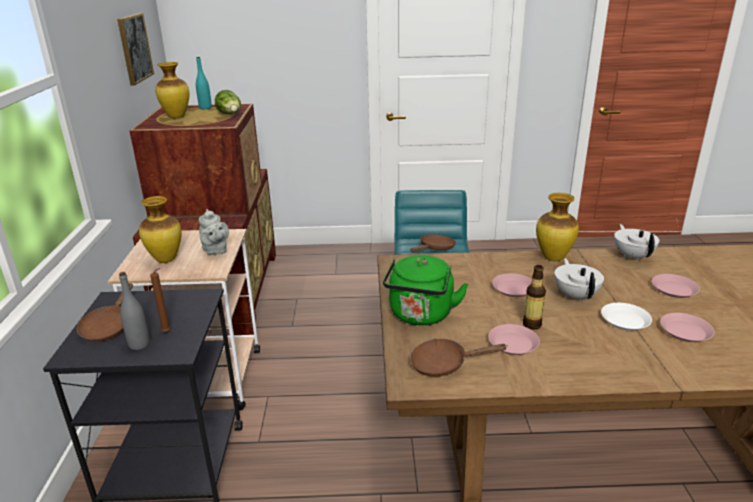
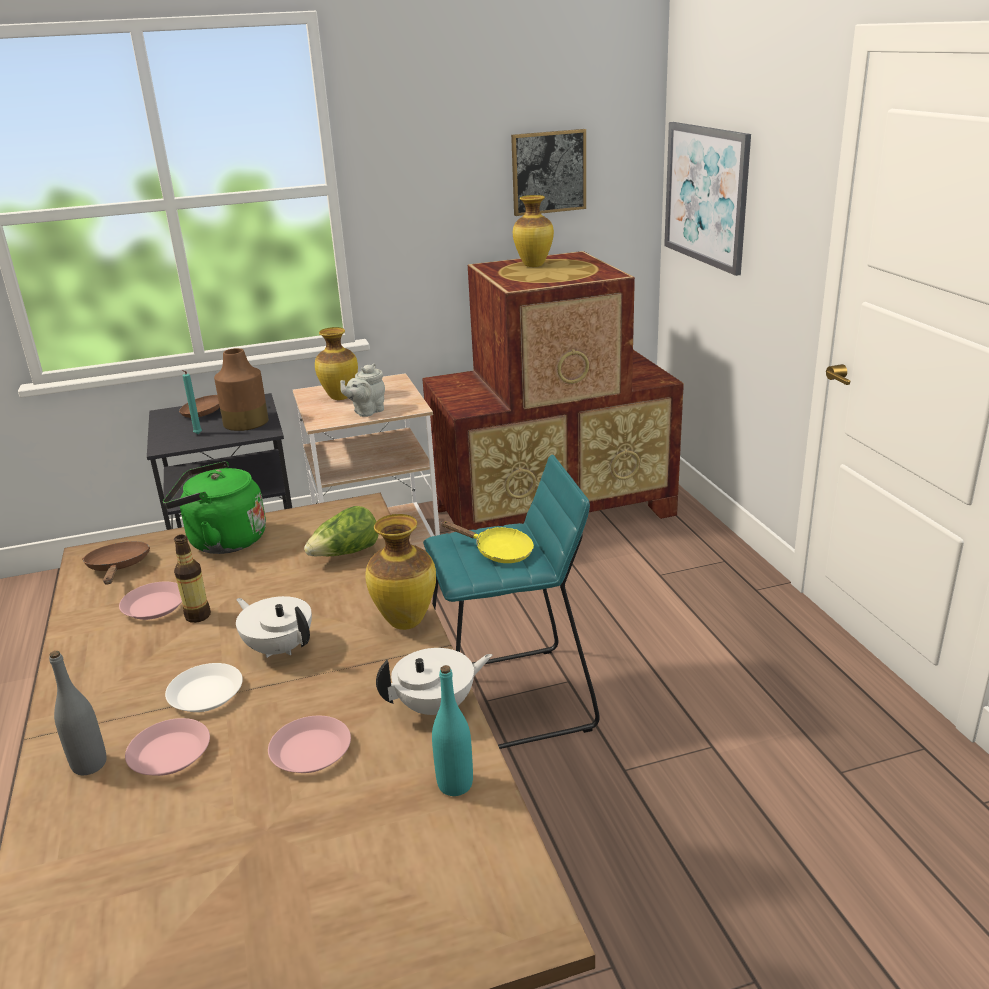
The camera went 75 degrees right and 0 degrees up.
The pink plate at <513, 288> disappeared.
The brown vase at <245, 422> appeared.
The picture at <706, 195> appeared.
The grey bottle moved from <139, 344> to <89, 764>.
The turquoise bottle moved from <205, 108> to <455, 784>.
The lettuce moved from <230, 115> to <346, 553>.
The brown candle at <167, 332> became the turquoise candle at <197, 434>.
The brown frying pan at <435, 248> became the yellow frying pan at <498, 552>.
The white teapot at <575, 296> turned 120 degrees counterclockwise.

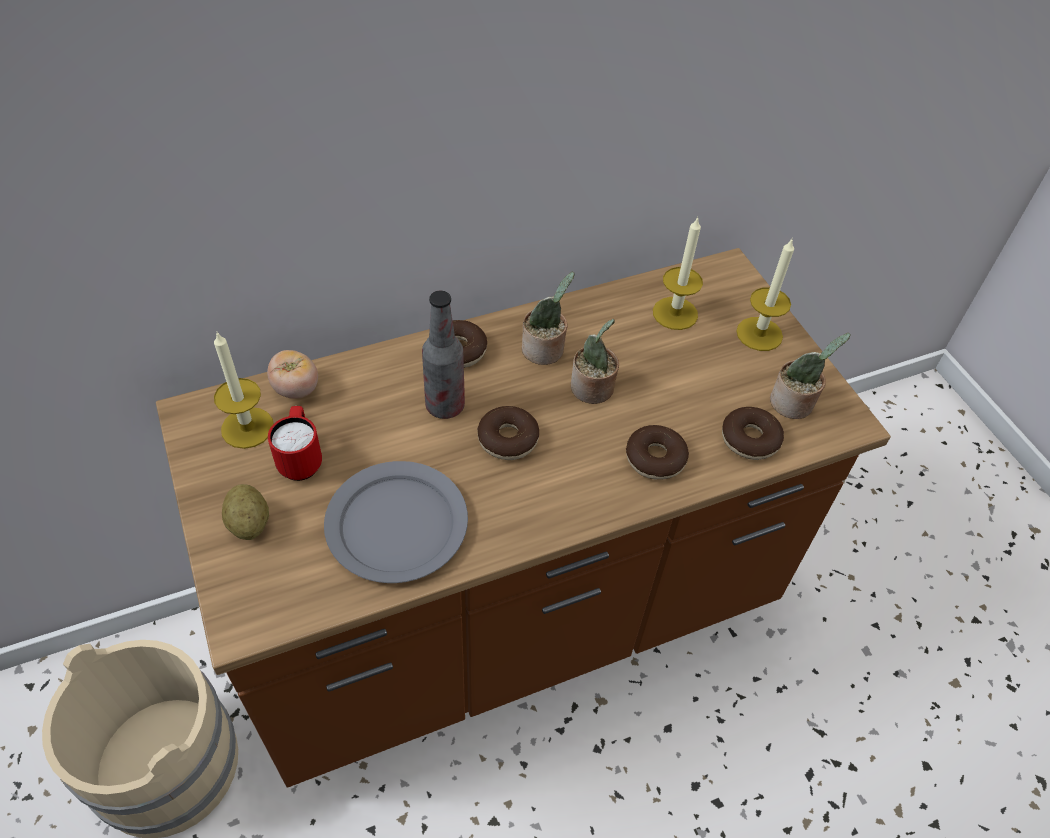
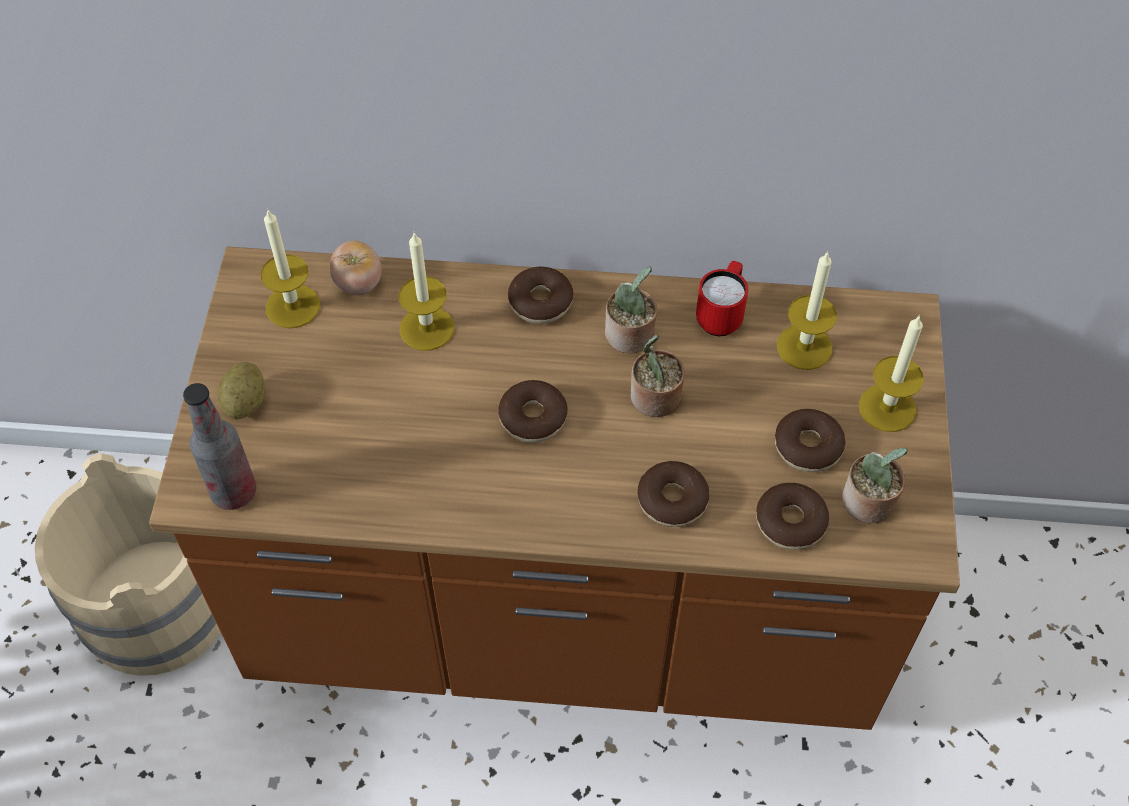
The camera went 30 degrees right and 5 degrees up.
The grey plate at <397, 523> disappeared.
The candle at <427, 328> appeared.
The donut at <807, 446> appeared.
The red mug moved from <301, 459> to <721, 315>.
The bottle moved from <445, 406> to <234, 492>.

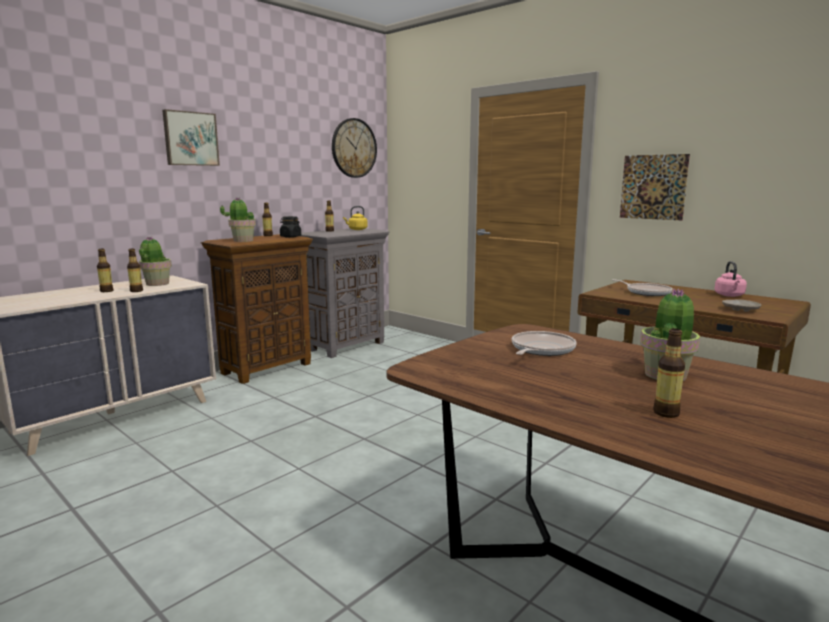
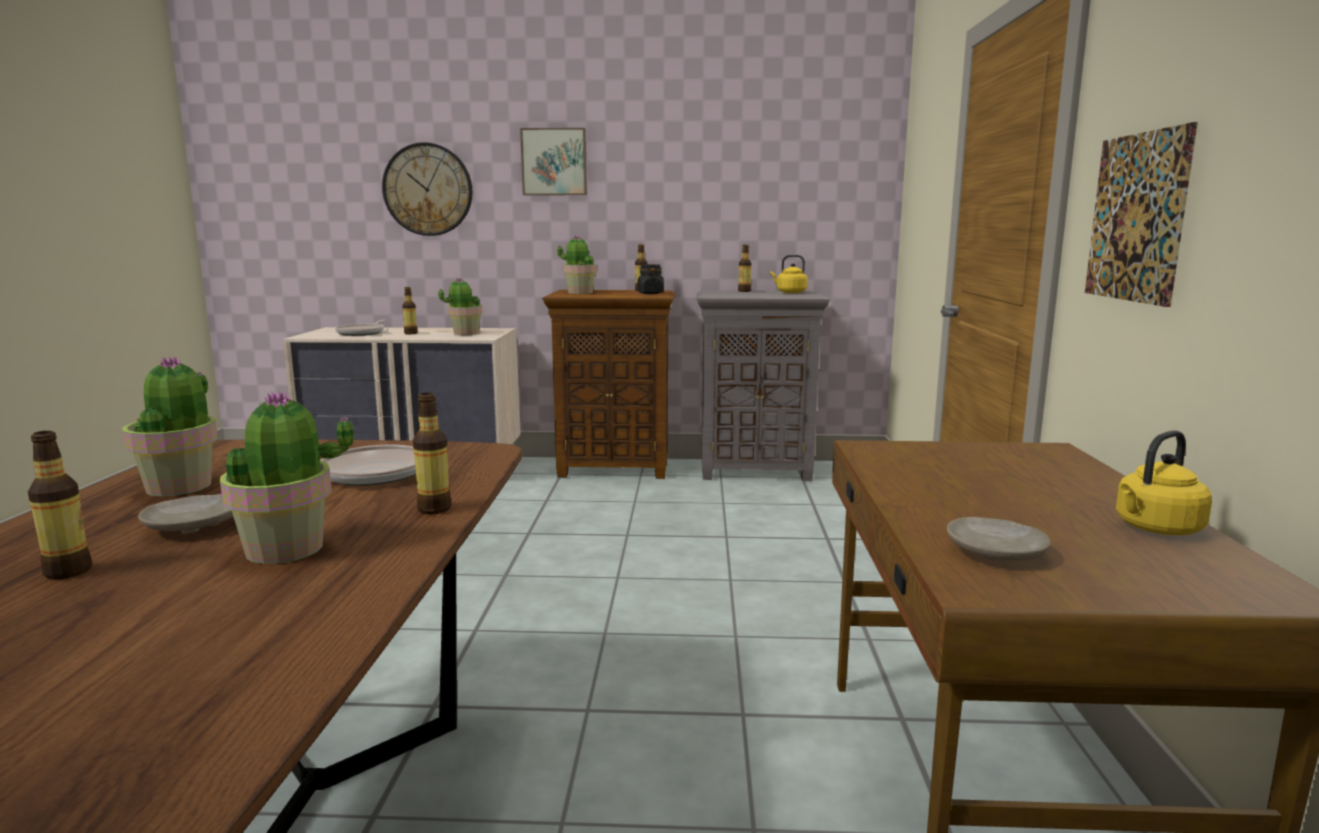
The camera went 50 degrees right and 0 degrees up.
The potted plant at <180, 486> appeared.
The beige plate at <194, 526> appeared.
The bottle moved from <136, 291> to <434, 509>.
The wall clock moved from <354, 148> to <428, 189>.
The frying pan moved from <646, 292> to <362, 333>.
The pink kettle at <729, 295> became the yellow kettle at <1155, 529>.

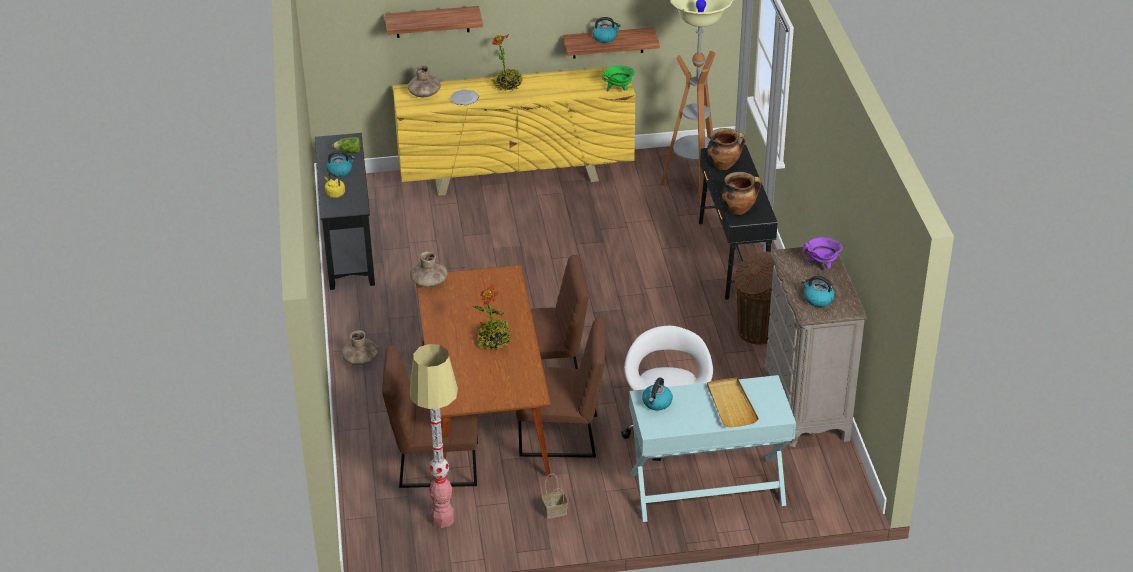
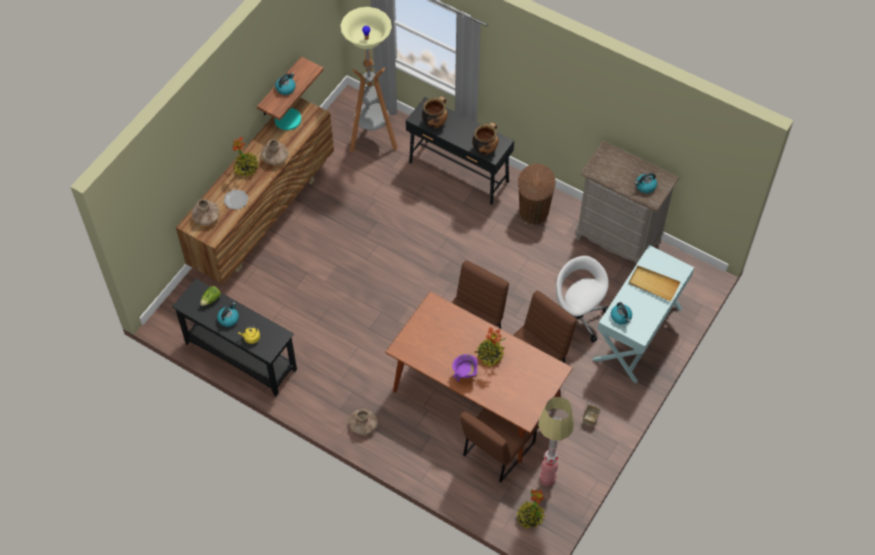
The camera went 50 degrees left and 20 degrees up.
The shelf at <432, 22> disappeared.
The green cooking pot at <619, 89> disappeared.
The turquoise plate at <288, 119> appeared.
The potted plant at <529, 517> appeared.
The brown vase moved from <429, 282> to <275, 158>.
The purple cooking pot moved from <822, 266> to <465, 374>.
The yellow cabinet at <516, 176> became the brown cabinet at <263, 217>.

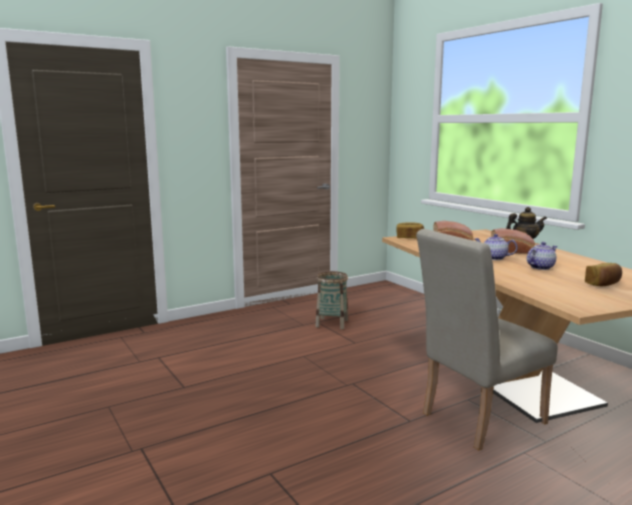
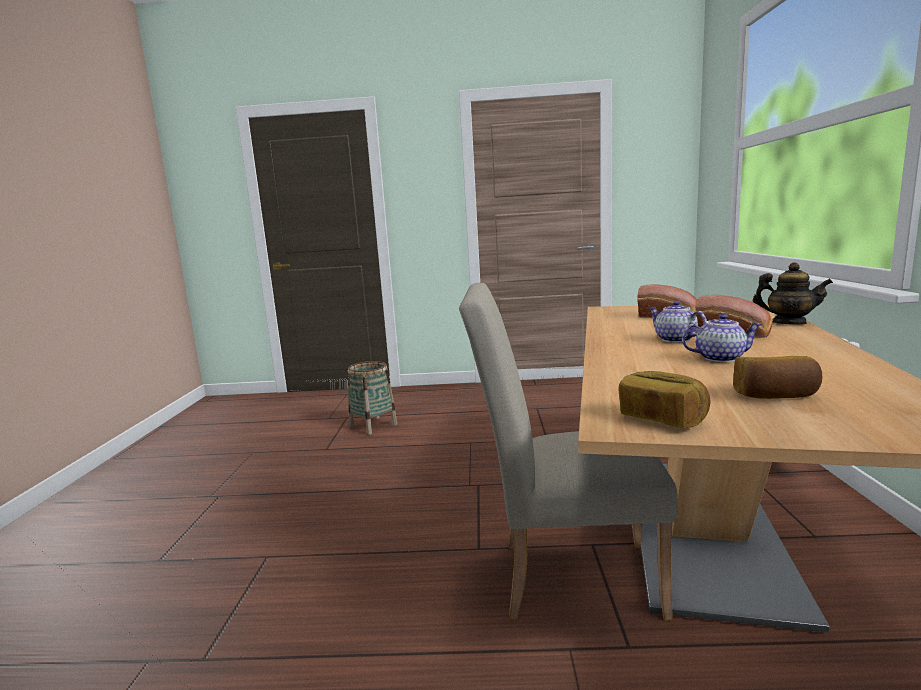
The camera went 35 degrees right and 0 degrees up.
The basket moved from <331, 323> to <373, 425>.
The bread moved from <409, 238> to <662, 418>.

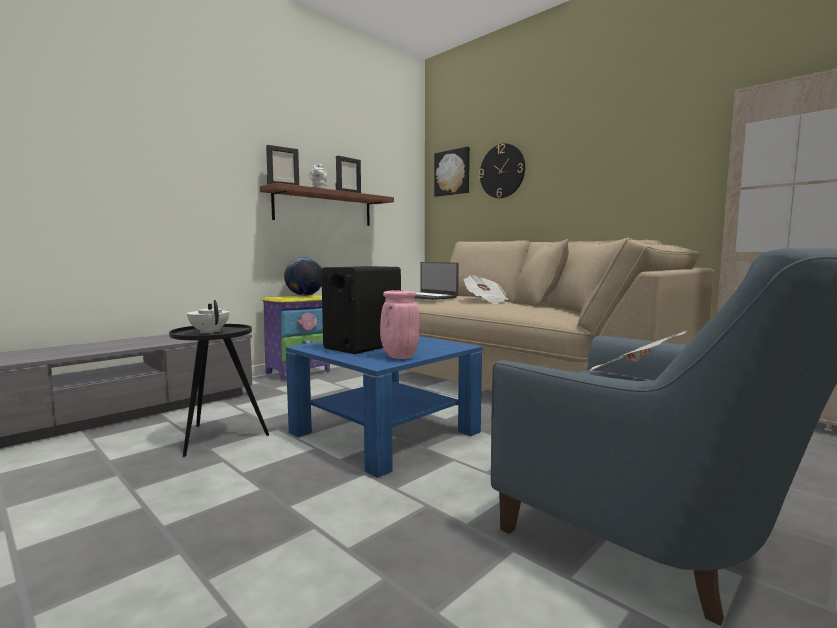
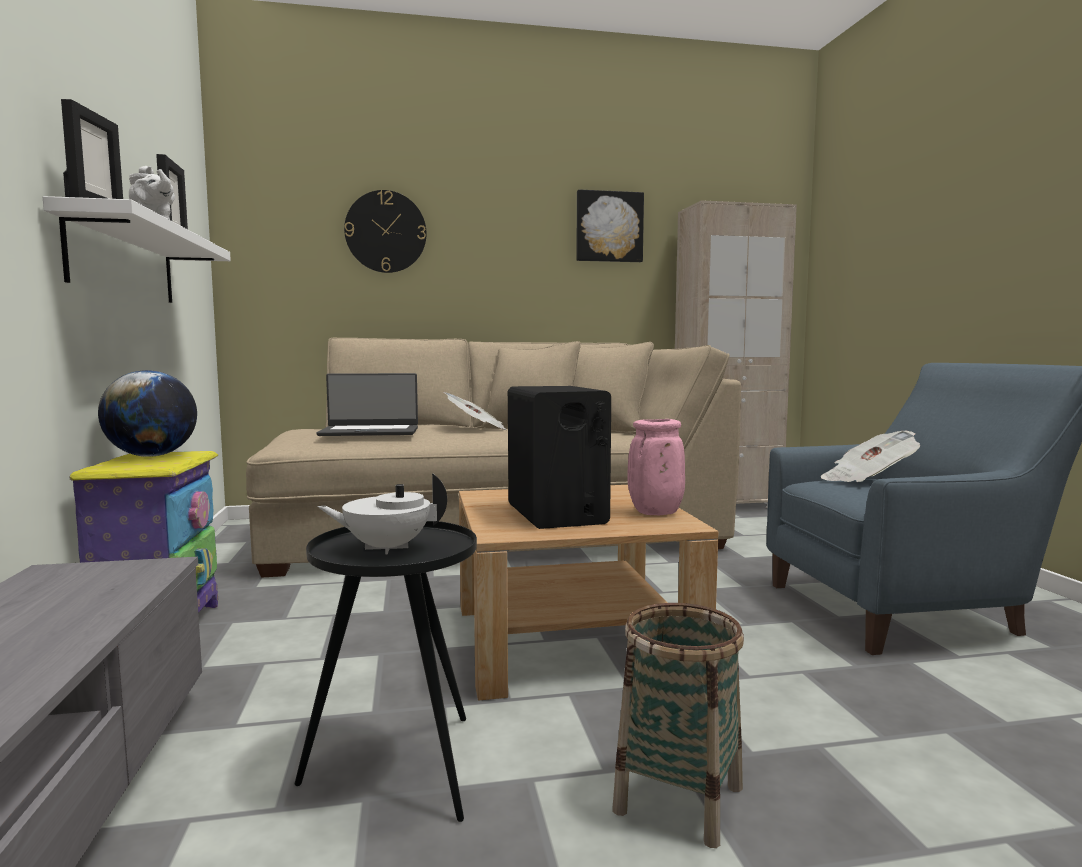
The camera went 55 degrees left and 0 degrees up.
The basket at <678, 799> appeared.
The picture moved from <452, 172> to <609, 227>.
The brown shelf at <324, 208> became the white shelf at <124, 261>.
The blue coffee table at <384, 432> became the brown coffee table at <571, 639>.

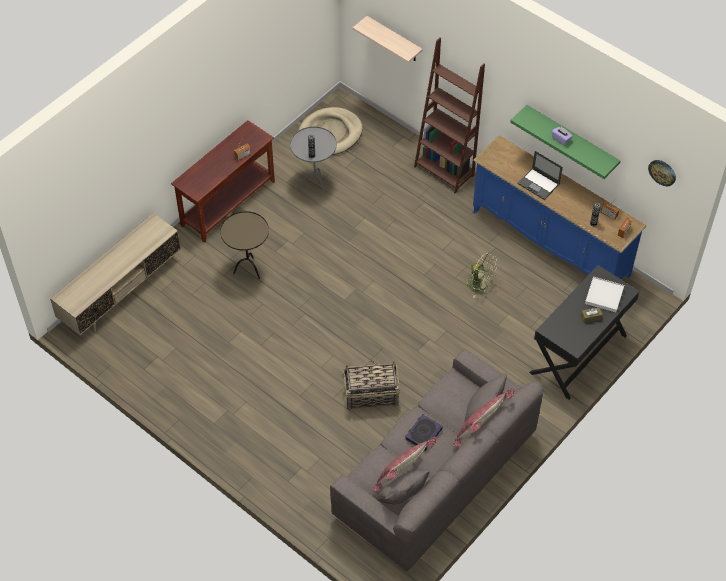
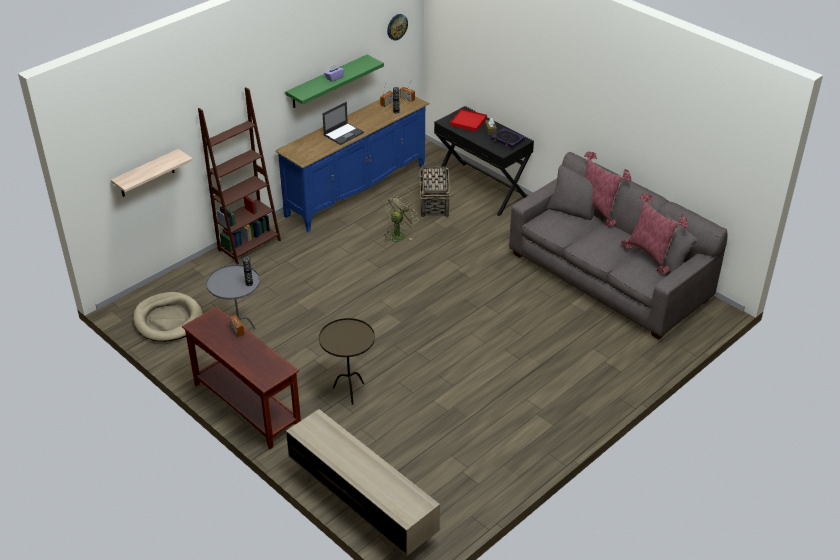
The camera went 85 degrees left and 15 degrees down.
The basket moved from <370, 395> to <434, 204>.
The book moved from <423, 434> to <507, 141>.
The white tray at <604, 295> became the red tray at <468, 122>.

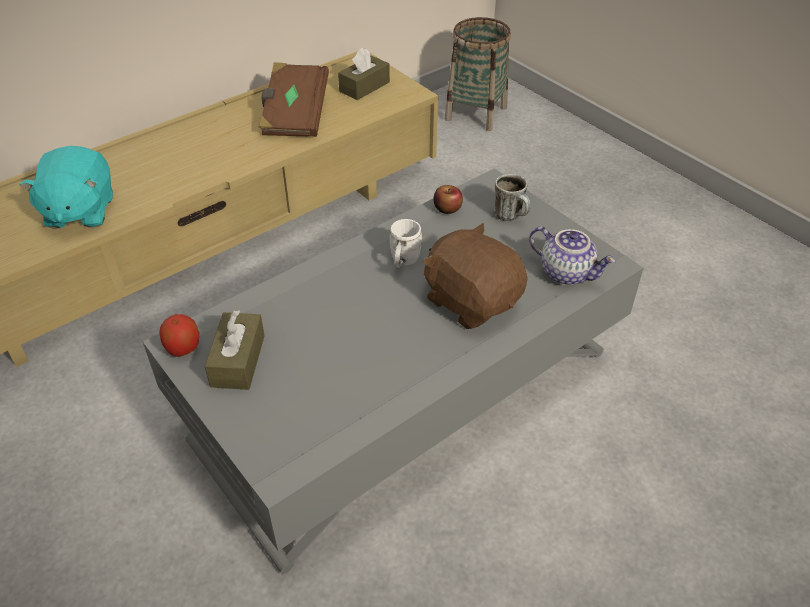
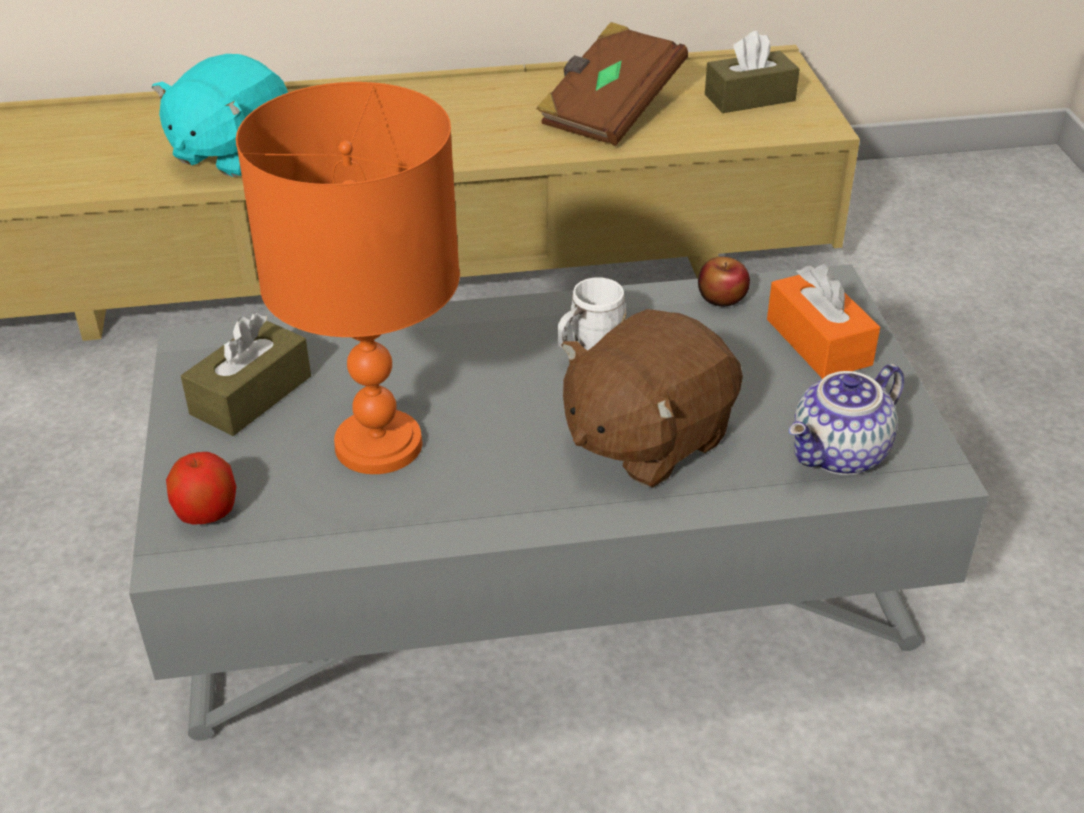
The camera went 30 degrees right and 5 degrees down.
The basket at <476, 113> disappeared.
The orange table lamp at <378, 443> appeared.
The apple moved from <183, 348> to <206, 513>.
The mug at <512, 216> was replaced by the orange tissue box at <818, 342>.
The brown plush toy at <471, 300> turned 120 degrees counterclockwise.
The teapot at <567, 273> turned 75 degrees clockwise.

